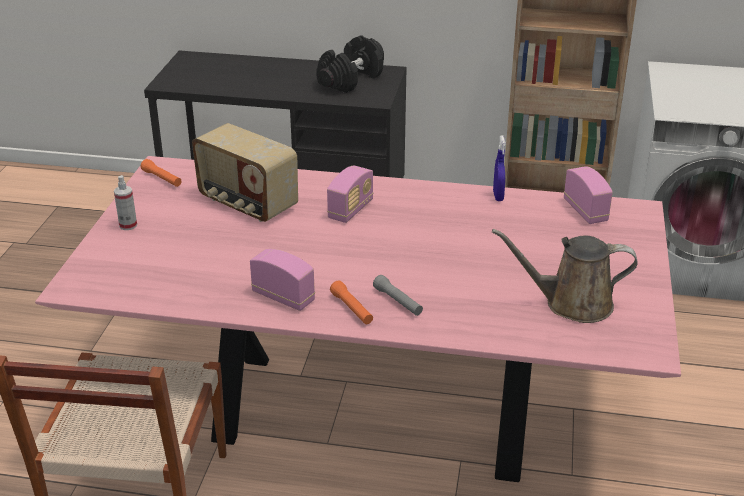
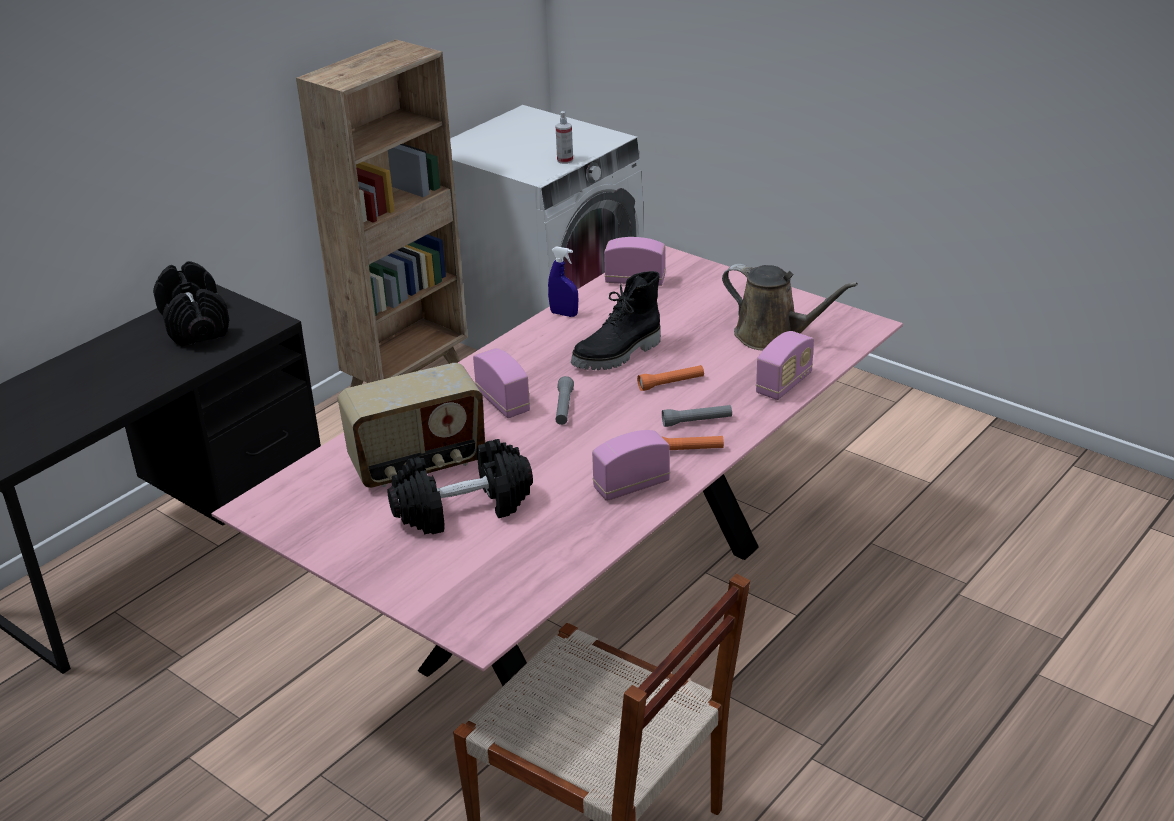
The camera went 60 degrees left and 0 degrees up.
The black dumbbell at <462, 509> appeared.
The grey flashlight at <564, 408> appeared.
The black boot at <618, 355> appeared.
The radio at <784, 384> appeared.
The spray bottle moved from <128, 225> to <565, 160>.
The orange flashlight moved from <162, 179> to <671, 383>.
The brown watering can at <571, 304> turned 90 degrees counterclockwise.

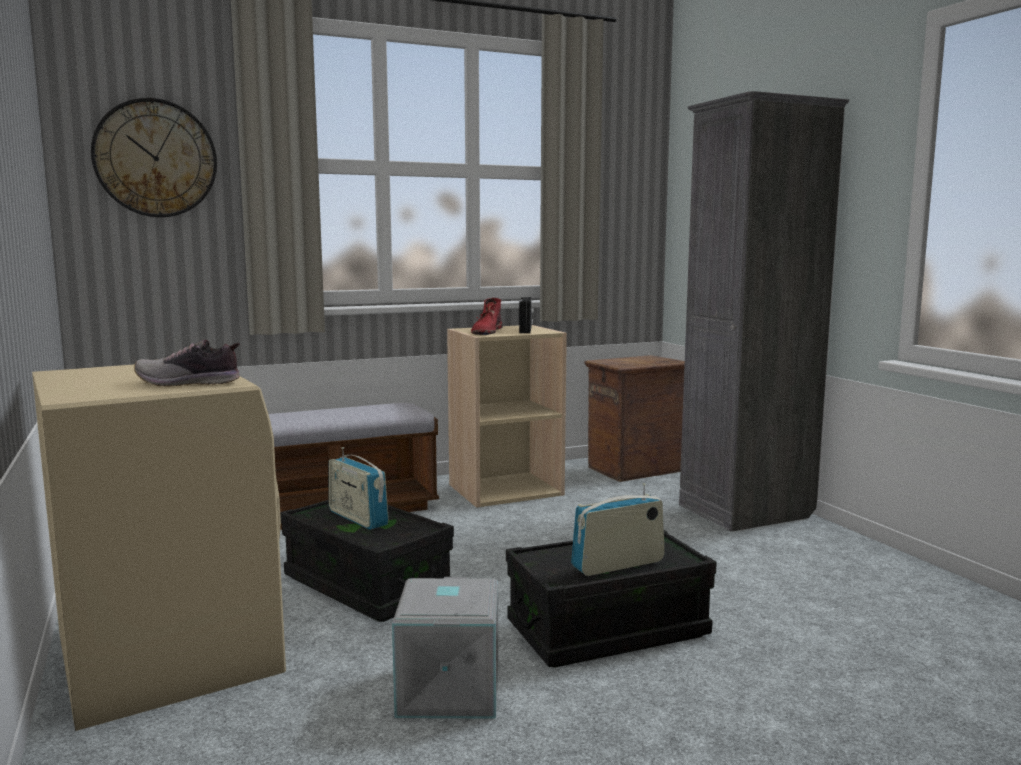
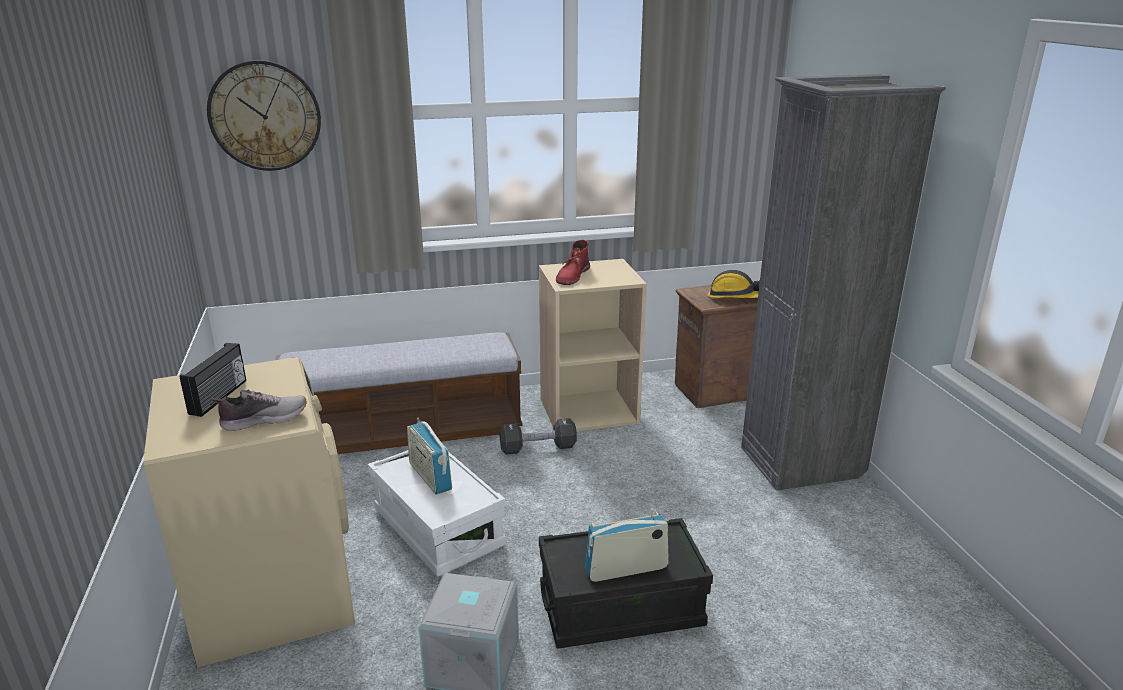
The camera went 10 degrees right and 15 degrees up.
The black dumbbell at <538, 448> appeared.
The hard hat at <735, 297> appeared.
The radio moved from <526, 330> to <219, 397>.
The black storage box at <366, 585> became the white storage box at <438, 529>.
The shoe at <189, 383> turned 150 degrees clockwise.

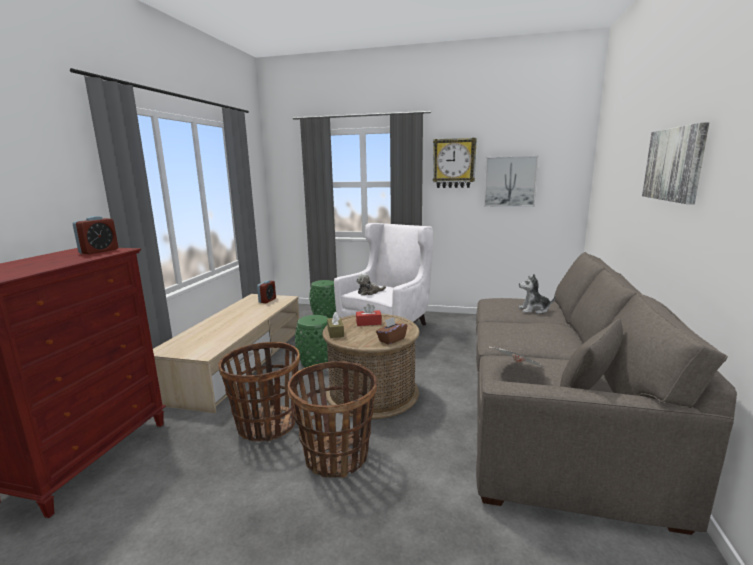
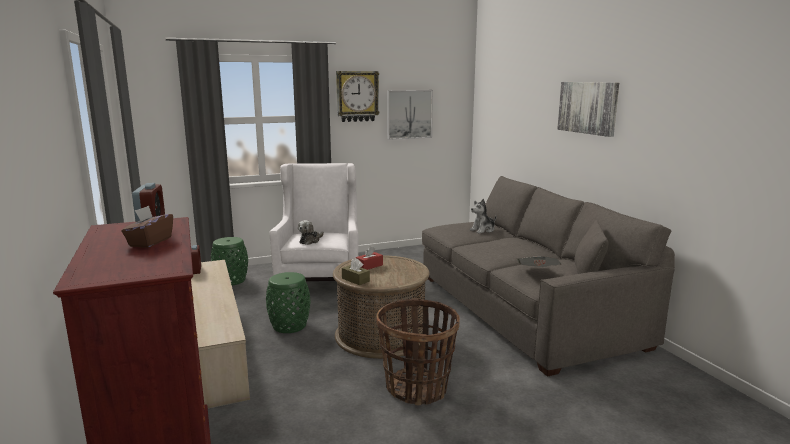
The camera went 35 degrees left and 0 degrees up.
The basket at <266, 425> disappeared.
The brown tissue box moved from <391, 339> to <150, 242>.

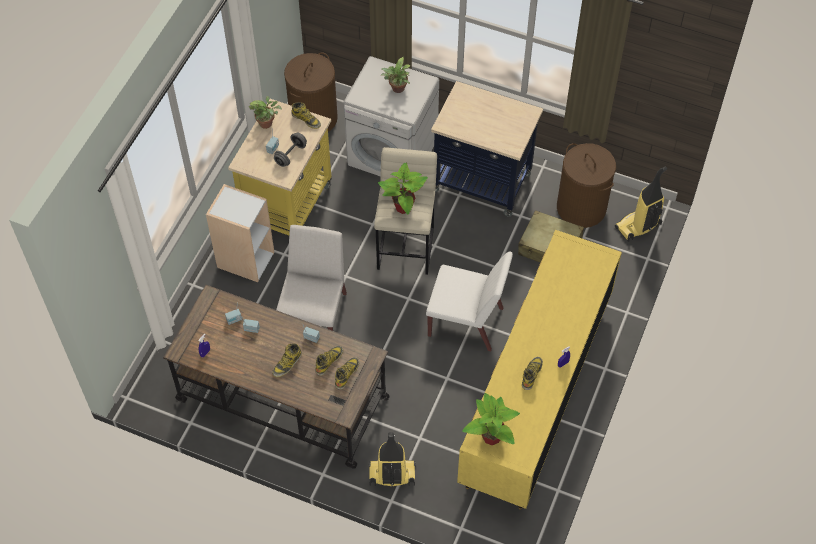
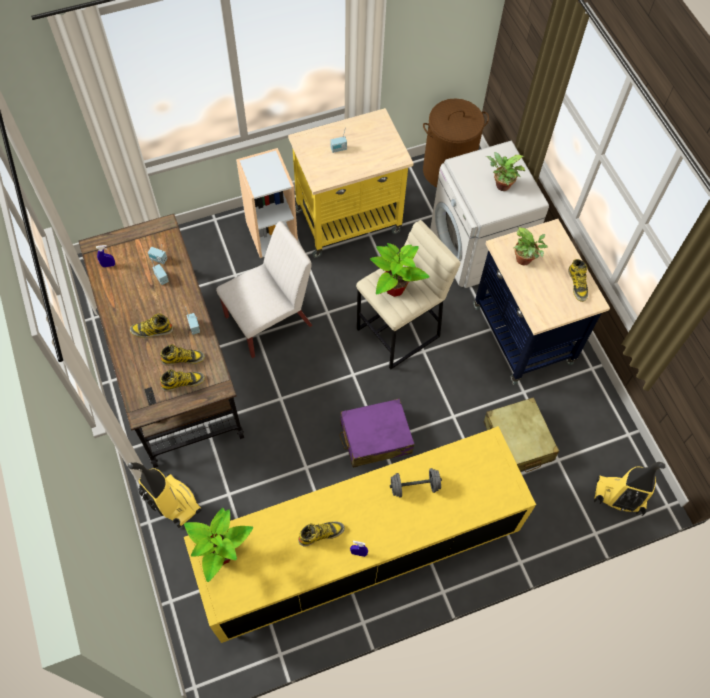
The camera went 45 degrees right and 5 degrees up.
The brown laundry basket at <581, 208> disappeared.
The potted plant moved from <267, 123> to <525, 260>.
The grey dumbbell moved from <291, 155> to <414, 486>.
The boot moved from <306, 119> to <577, 284>.
The white chair at <467, 322> was replaced by the purple suitcase at <375, 437>.

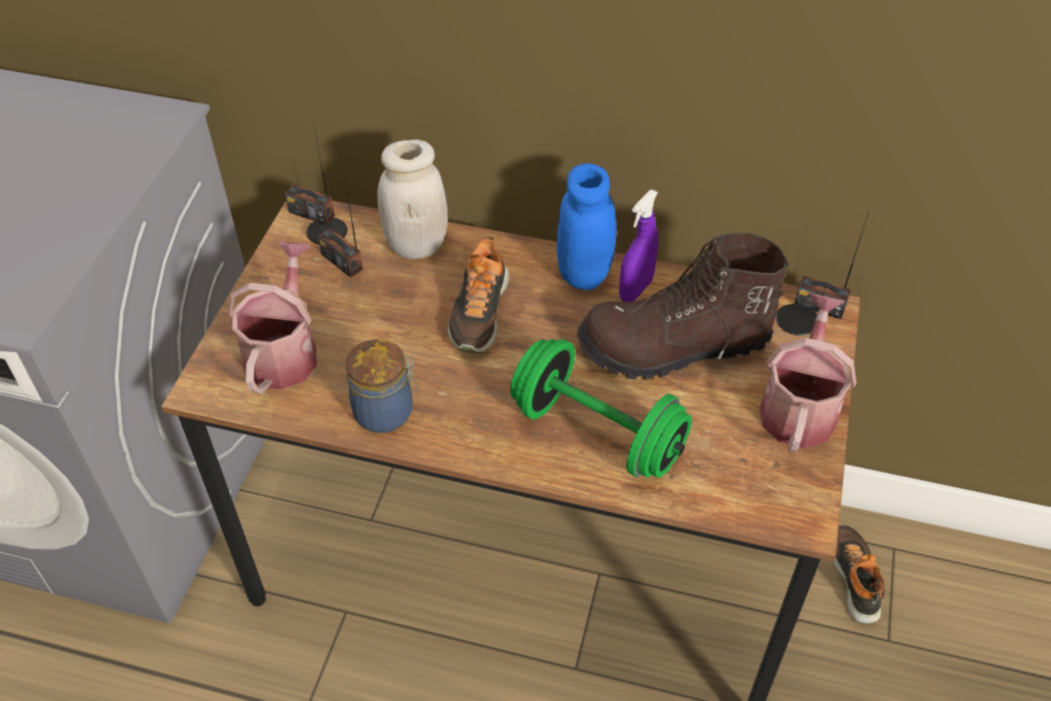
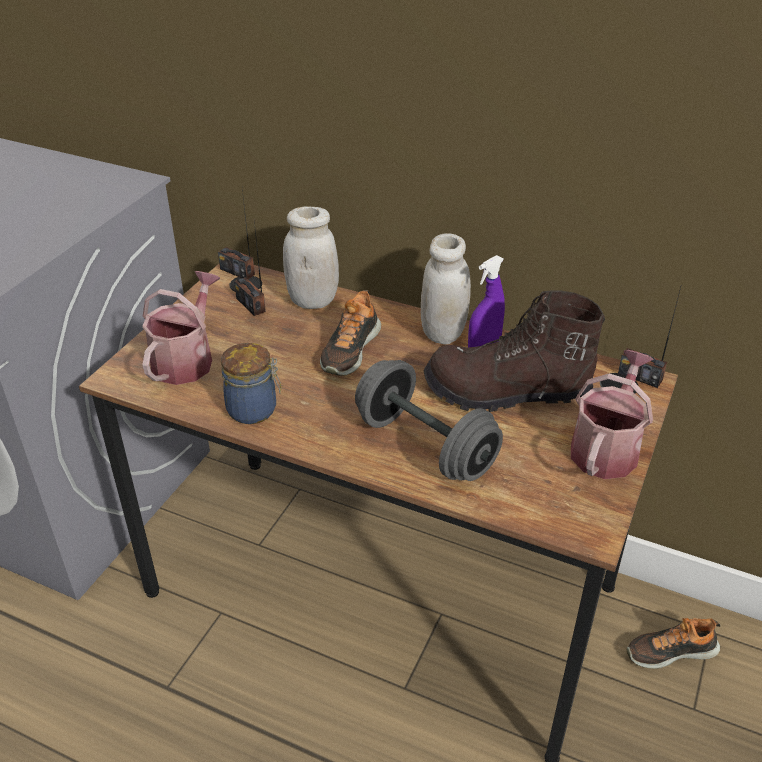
The camera went 10 degrees right and 10 degrees down.
The green dumbbell at <597, 433> became the grey dumbbell at <425, 445>.
The blue jar at <584, 273> became the white jar at <443, 333>.
The shoe at <855, 578> turned 105 degrees counterclockwise.

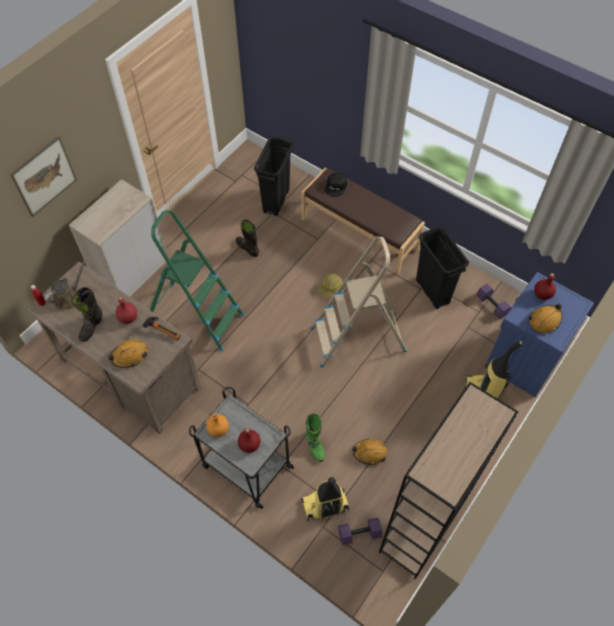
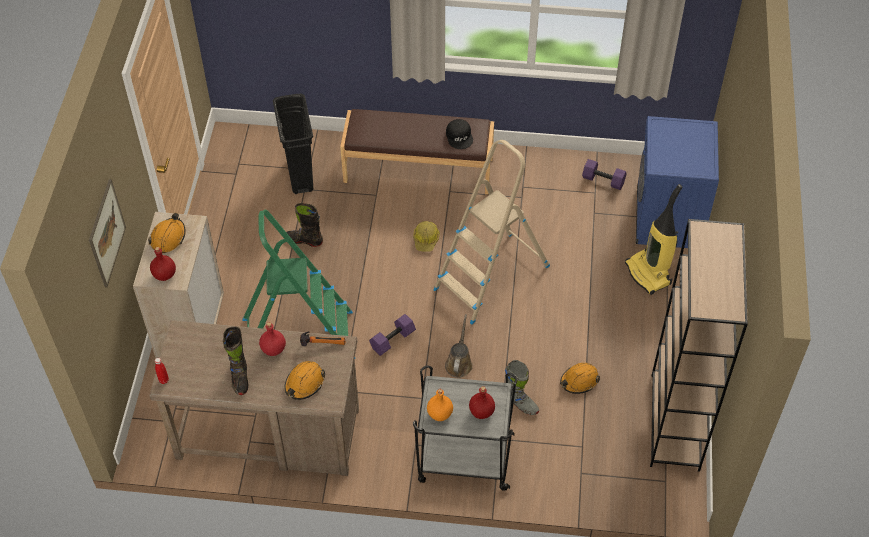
The camera went 30 degrees left and 5 degrees down.
The vacuum cleaner at <325, 506> disappeared.
The black trash can at <432, 291> disappeared.
The brown watering can moved from <68, 298> to <459, 363>.
The black cap moved from <336, 187> to <460, 136>.
The purple dumbbell moved from <359, 534> to <393, 341>.
The orange hard hat moved from <544, 320> to <168, 237>.
The red bottle moved from <541, 294> to <164, 275>.
The green boot at <315, 446> became the grey boot at <520, 403>.

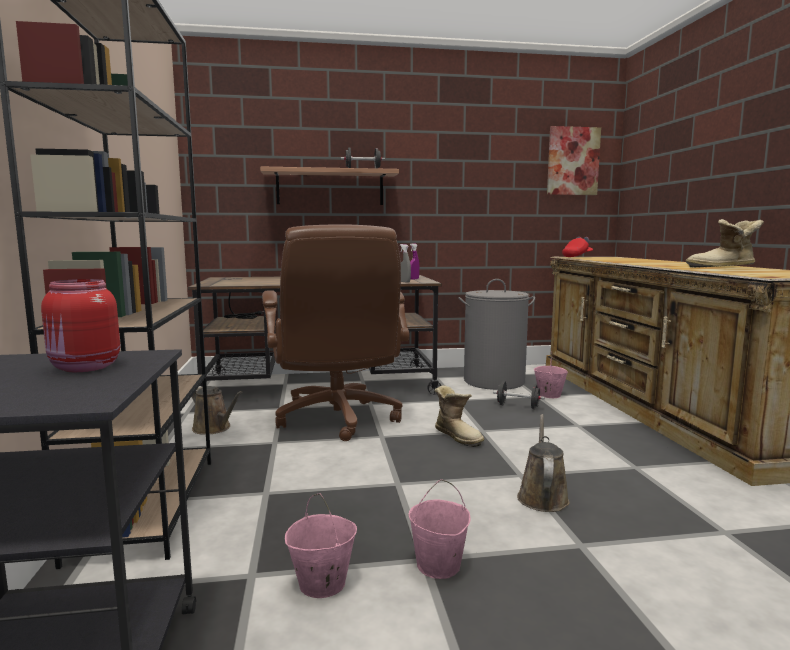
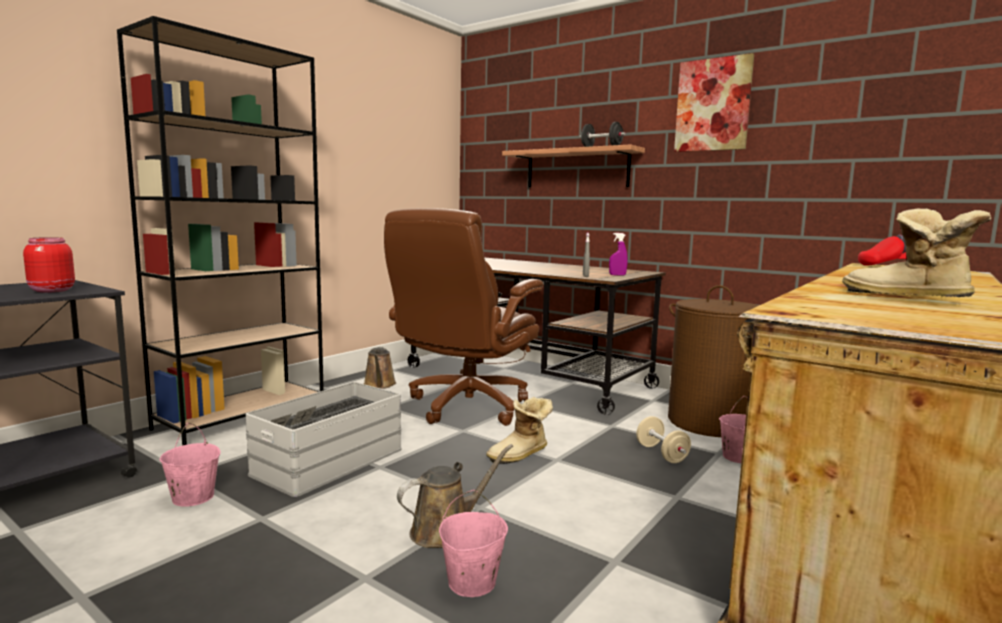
The camera went 45 degrees right and 0 degrees up.
The grey storage box at <329, 462> appeared.
The pink bucket moved from <439, 566> to <472, 583>.
The picture moved from <573, 161> to <713, 105>.
The grey laundry basket at <494, 381> became the brown laundry basket at <710, 422>.
The black dumbbell at <518, 406> became the beige dumbbell at <661, 454>.
The boot at <458, 436> turned 45 degrees clockwise.

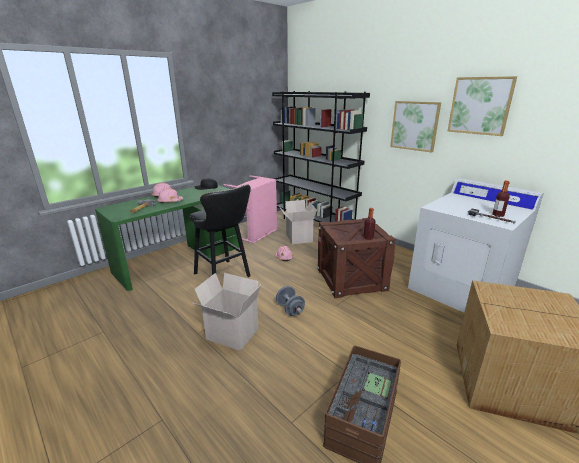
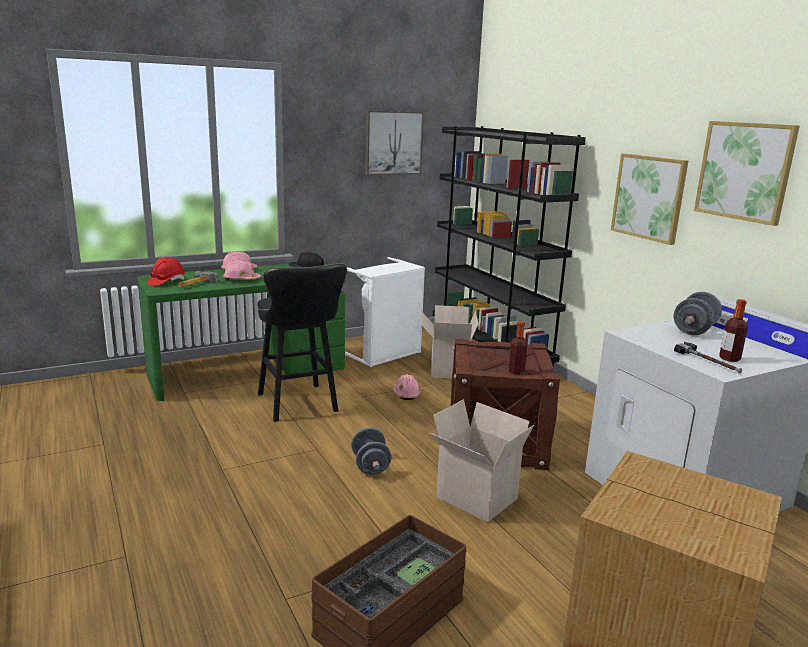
The camera went 15 degrees right and 5 degrees down.
The red hard hat at <166, 282> appeared.
The picture at <393, 143> appeared.
The grey dumbbell at <694, 330> appeared.
The cardboard box moved from <231, 334> to <474, 498>.
The pink laundry basket at <257, 234> became the white laundry basket at <384, 354>.

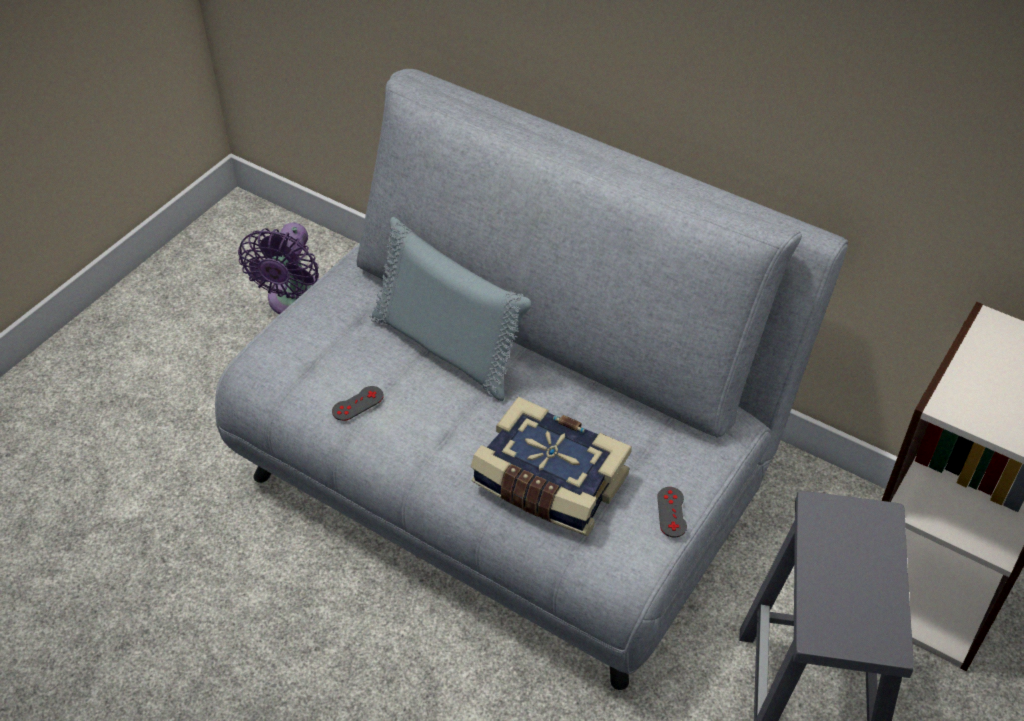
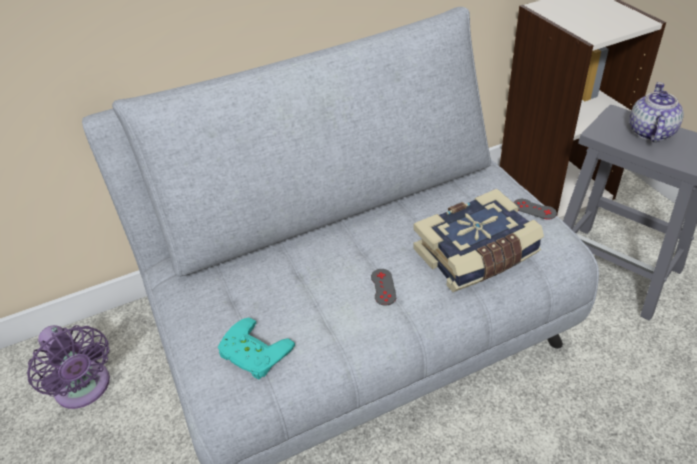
The camera went 55 degrees left and 5 degrees down.
The blue pillow at <448, 348> disappeared.
The turquoise game controller at <252, 354> appeared.
The teapot at <650, 132> appeared.
The grey game controller moved from <357, 403> to <383, 287>.

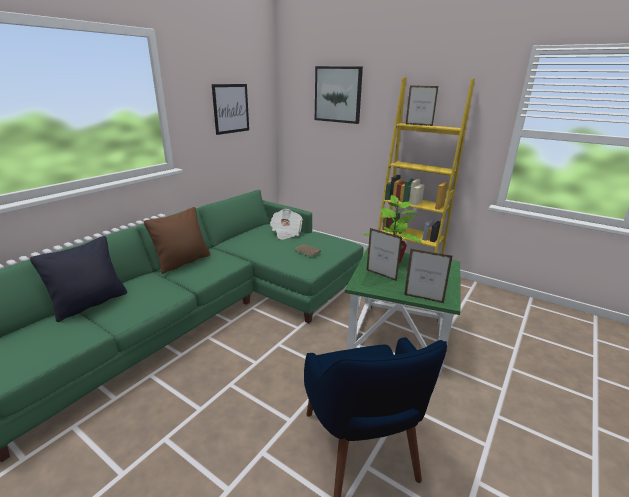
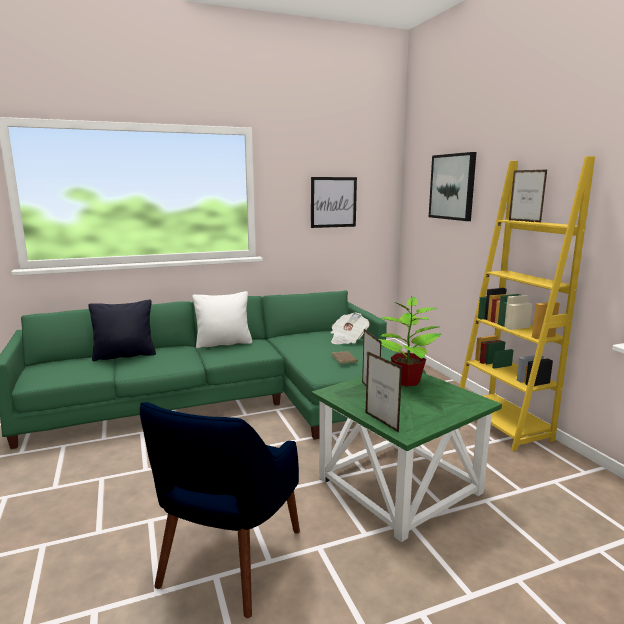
The camera went 35 degrees right and 10 degrees down.
The brown pillow at <183, 262> became the white pillow at <223, 343>.

